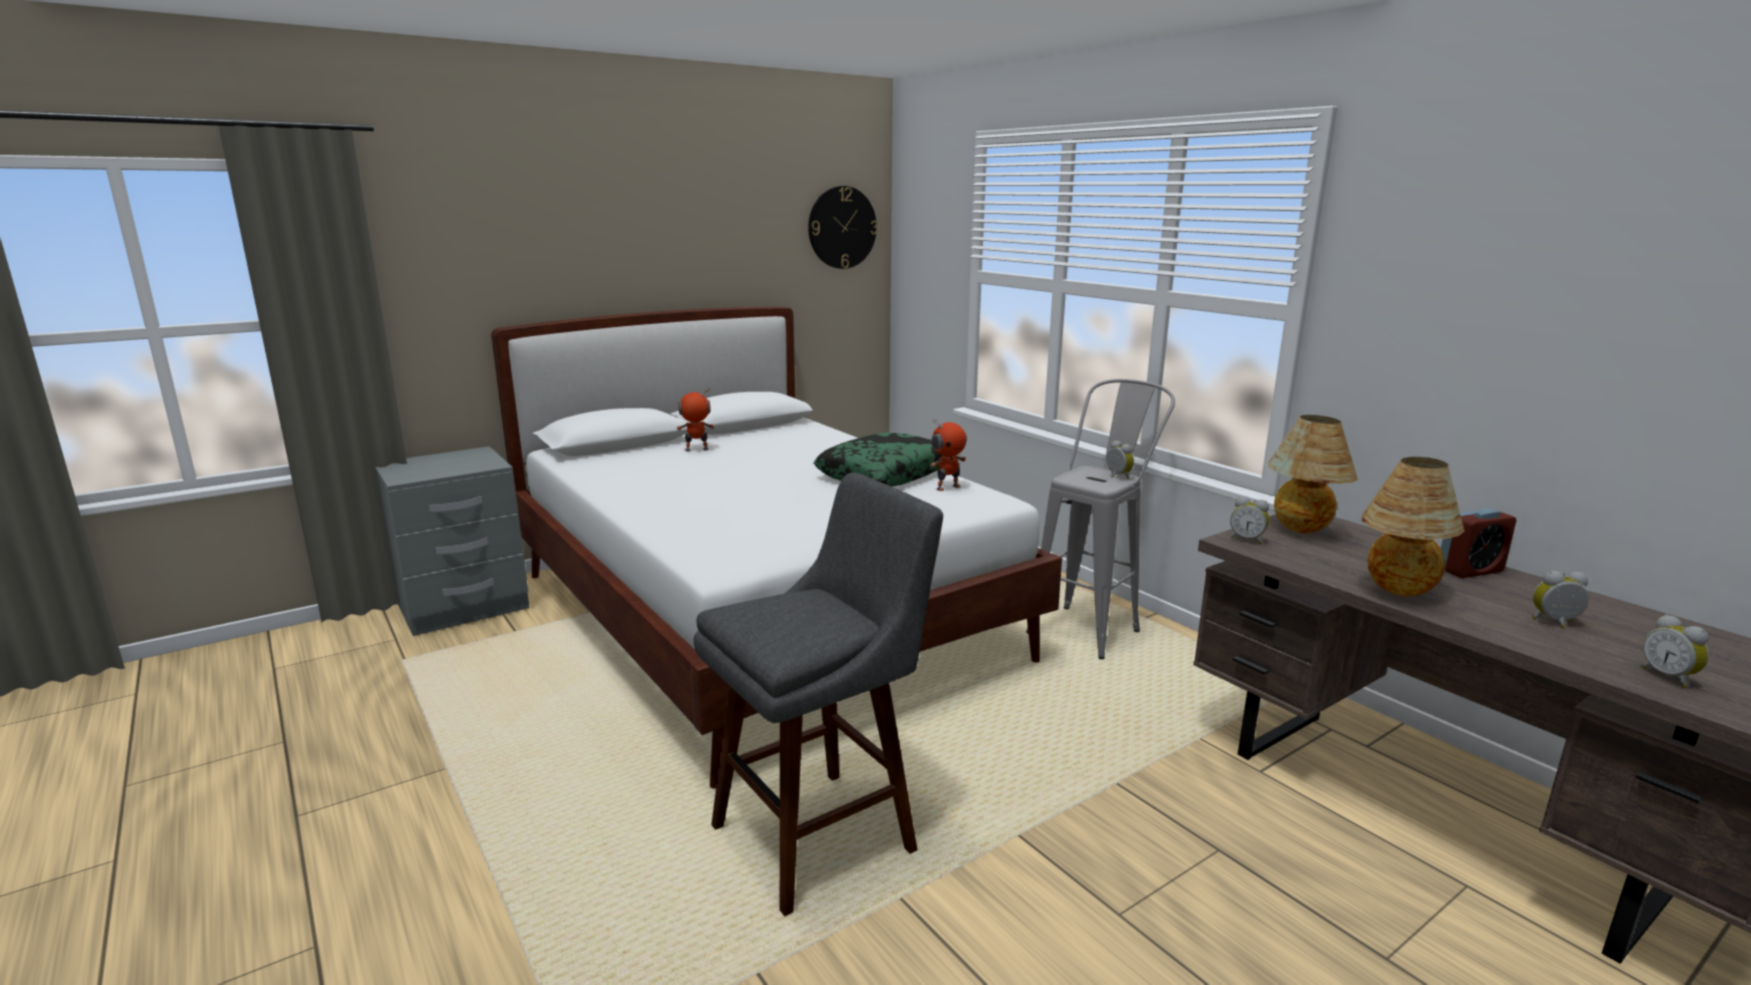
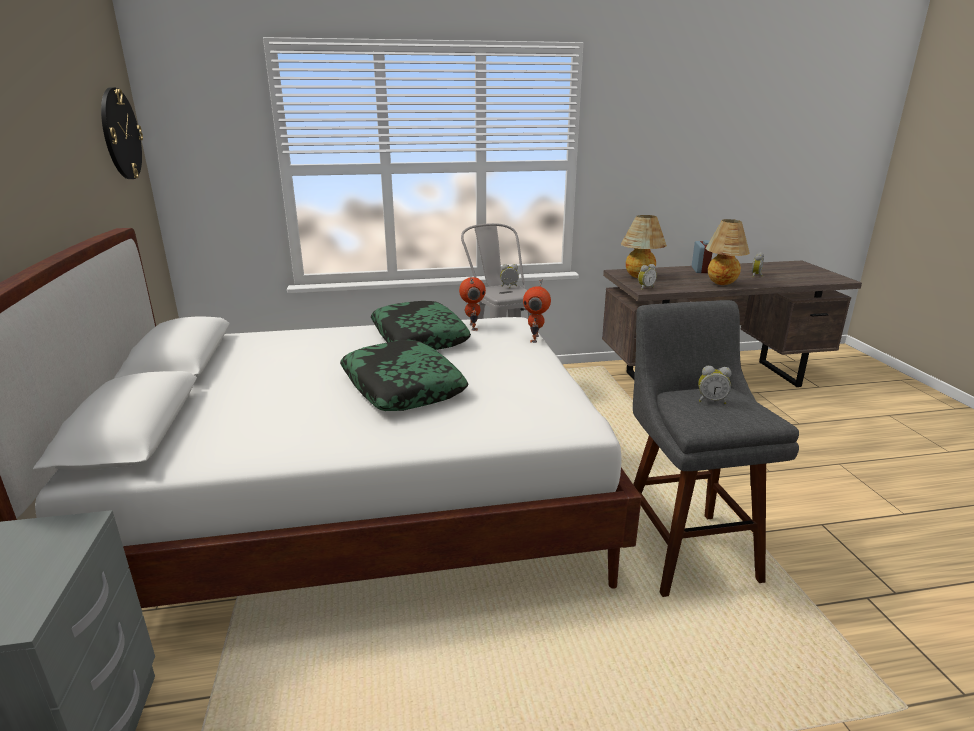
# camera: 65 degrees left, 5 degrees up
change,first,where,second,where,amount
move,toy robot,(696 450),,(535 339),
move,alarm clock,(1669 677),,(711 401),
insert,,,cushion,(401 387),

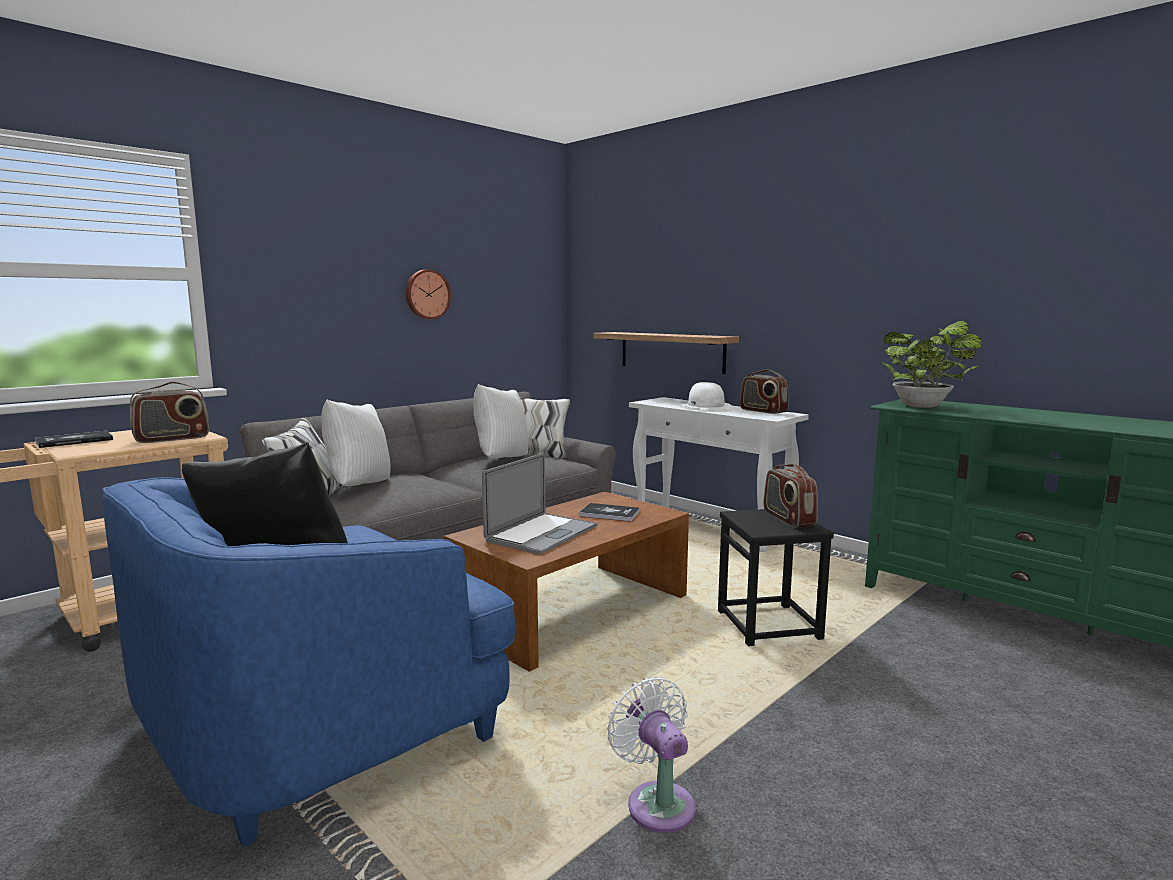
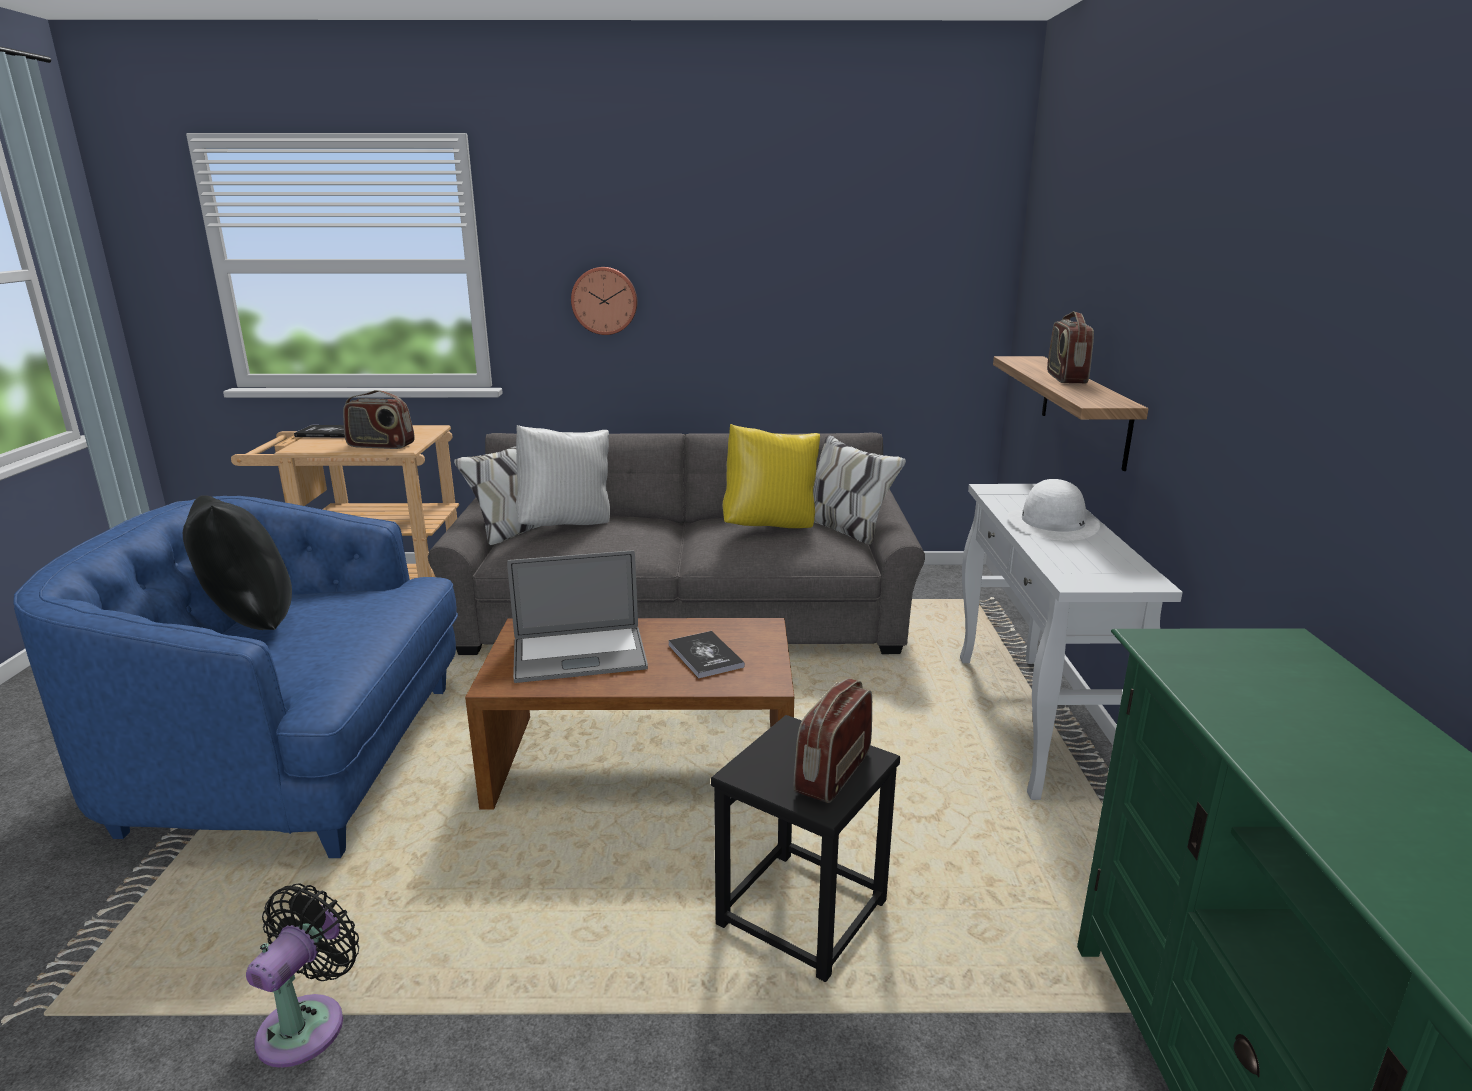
# camera: 45 degrees right, 10 degrees up
change,first,where,second,where,amount
move,clock on the wall,(427 294),,(604 300),
recolor,white-coloured cushion,(501 458),yellow cushion,(770 526),
recolor,white-coloured electric fan,(657 802),black-coloured electric fan,(308 1023),
move,radio set,(762 411),,(1065 378),
delete,plant in a pot,(924 406),,,

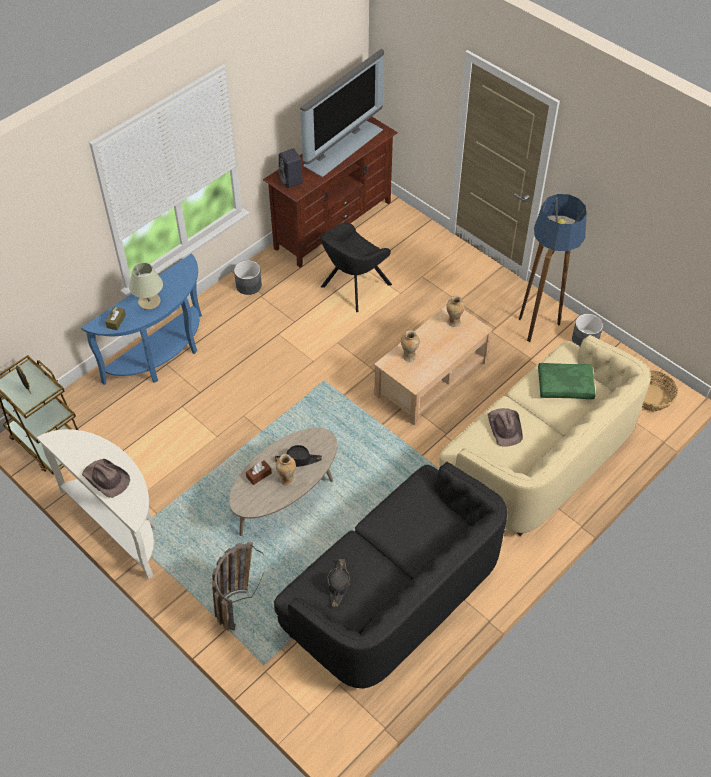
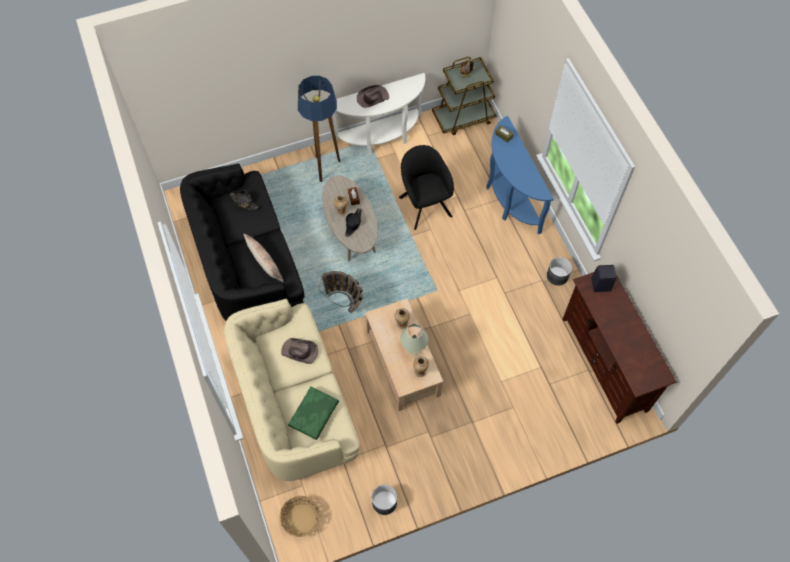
# camera: 115 degrees right, 10 degrees up
change,first,where,second,where,amount
move,sand-coloured lamp for a table,(149 302),,(413 347),
move,basket,(236 600),,(347 304),
delete,TV,(341 146),,,
move,black-coloured easy chair,(353 287),,(424 204),
move,standing lamp,(540 327),,(325 169),
insert,,,cushion,(264 263),

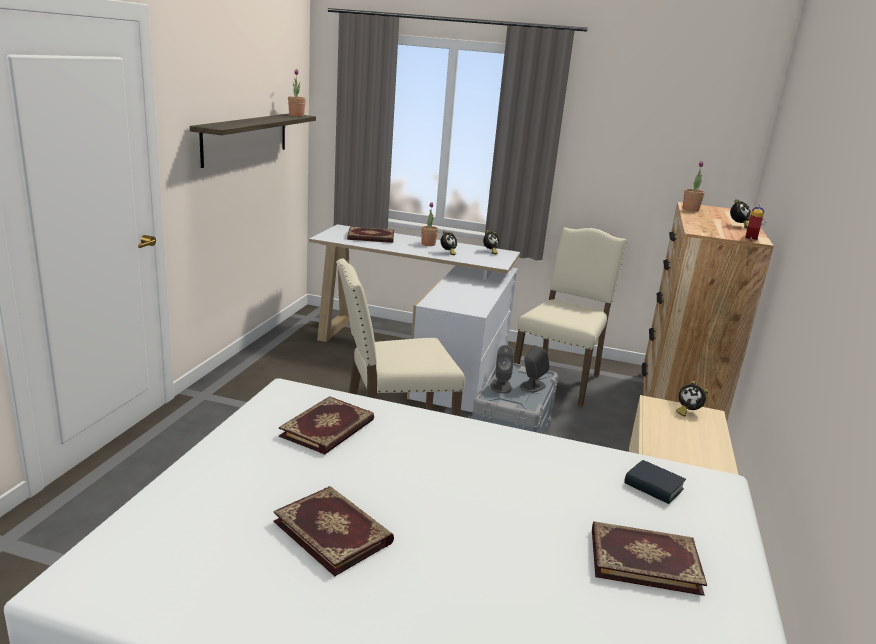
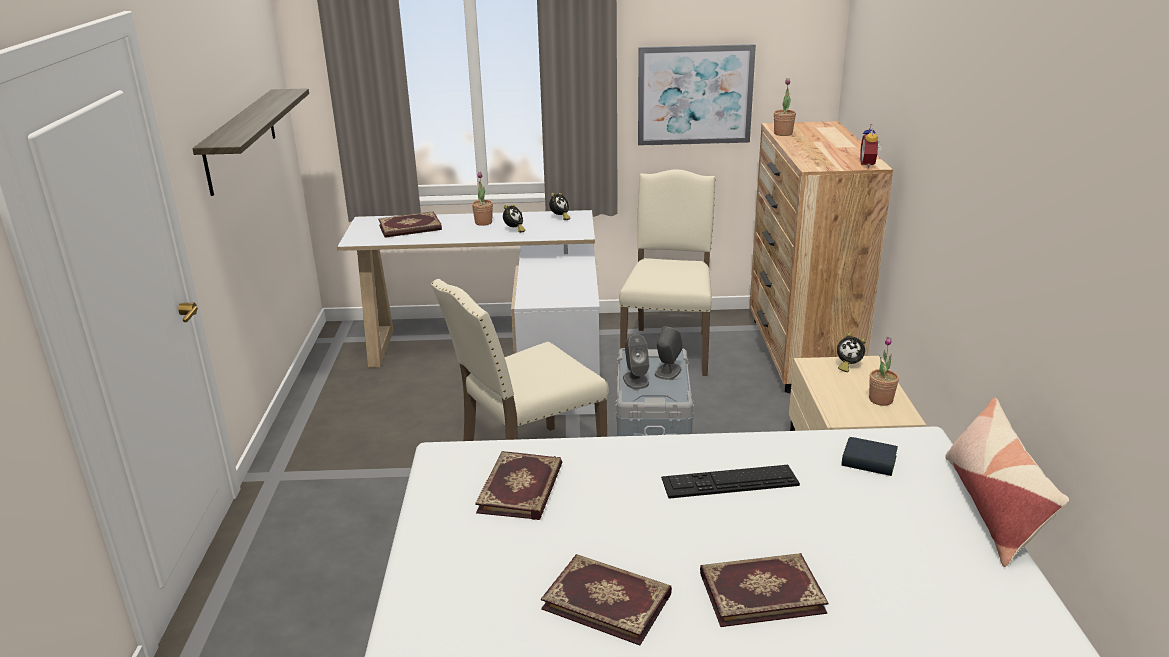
# camera: 15 degrees left, 5 degrees up
change,first,where,second,where,amount
move,plant in a pot,(296 115),,(880 400),
move,book,(644 559),,(761 591),
delete,alarm clock,(738 226),,,
insert,,,wall picture,(695 95),
insert,,,computer keyboard,(729 481),
insert,,,cushion,(993 507),

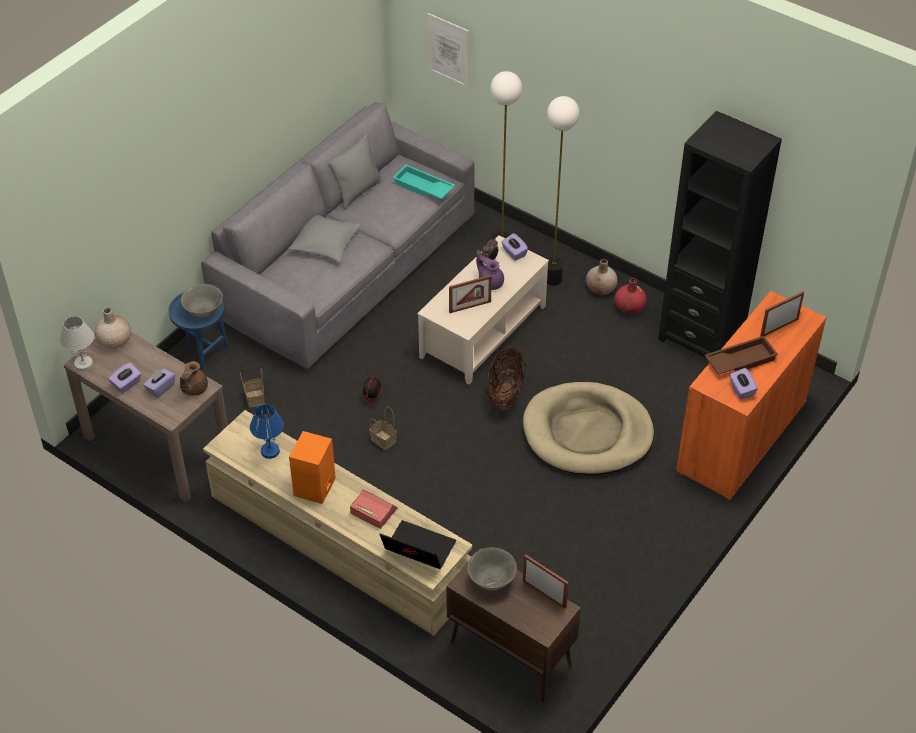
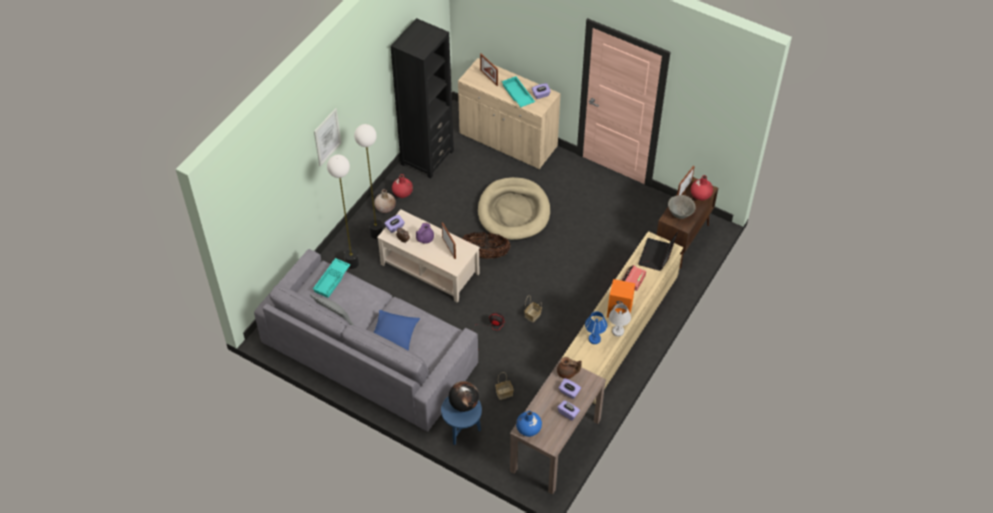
# camera: 95 degrees left, 5 degrees up
change,first,where,second,where,amount
move,white-coloured lamp for a table,(83 364),,(618 331),
recolor,sand-coloured decorative vase,(114 341),blue-coloured decorative vase,(528 429),
replace,gray bowl,(204 311),globe,(463 404),
recolor,gray cushion,(325 243),blue-coloured cushion,(394 334),
move,wall picture,(448 50),,(327 137),
recolor,orangey storage cabinet,(741 437),sand-coloured storage cabinet,(508 140),
recolor,brown-coloured tray,(740 360),blue-green tray,(517 95),
insert,,,red-coloured decorative vase,(700 195),

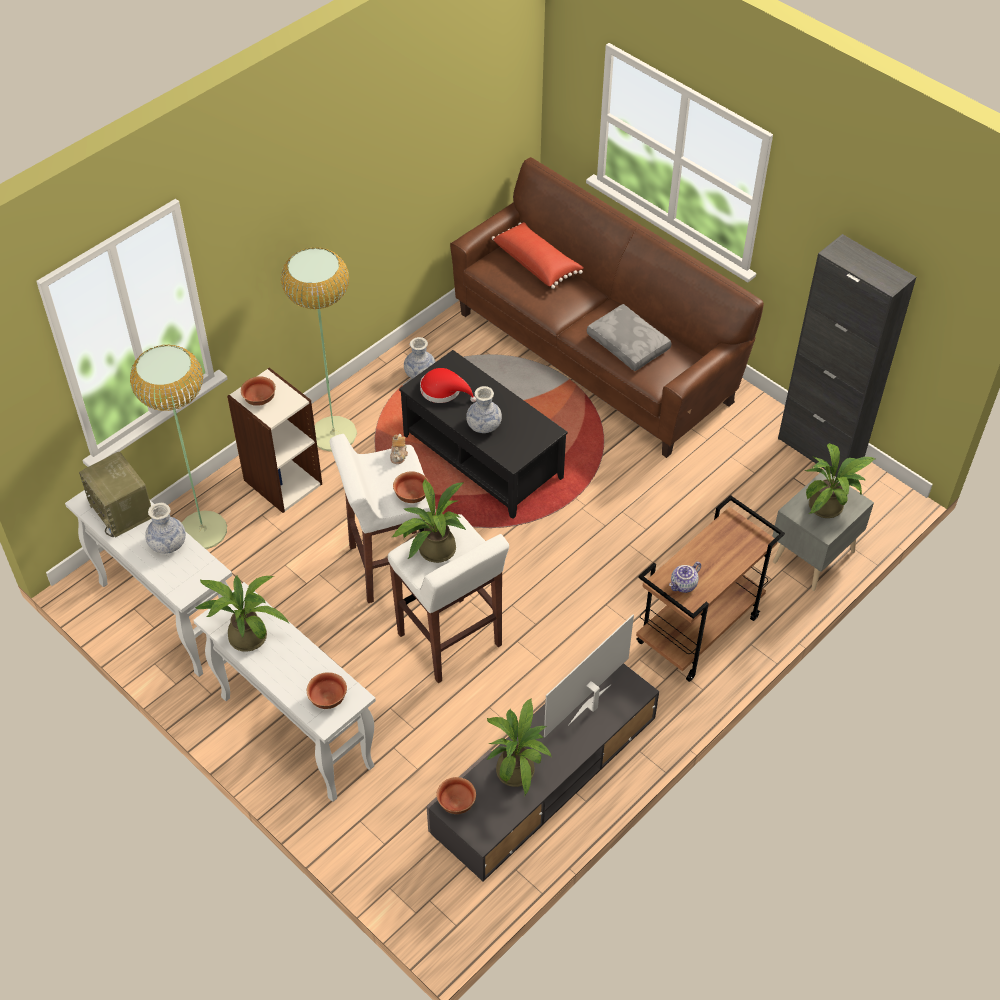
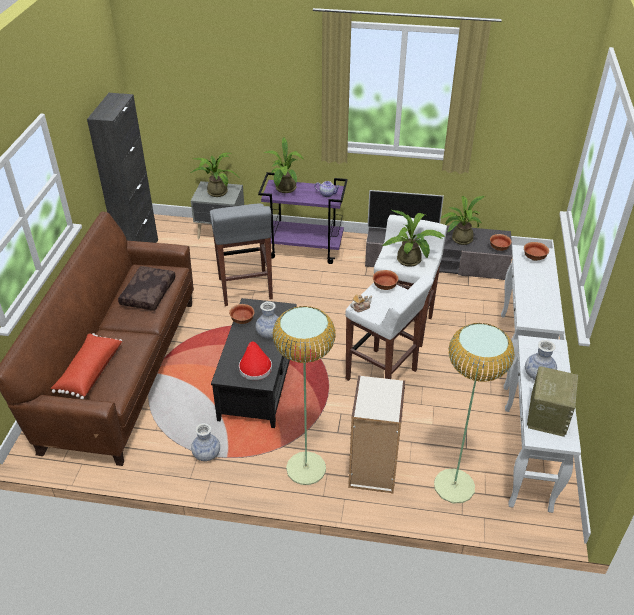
# camera: 125 degrees left, 10 degrees down
change,first,where,second,where,amount
move,plant in a pot,(245 634),,(285 190),
move,bowl,(260 400),,(242 320),
recolor,gray cushion,(629 344),brown-coloured cushion,(147 293),
recolor,brown-coloured trolley,(698 631),purplish trolley,(305 249),
insert,,,gray stool,(245 289),

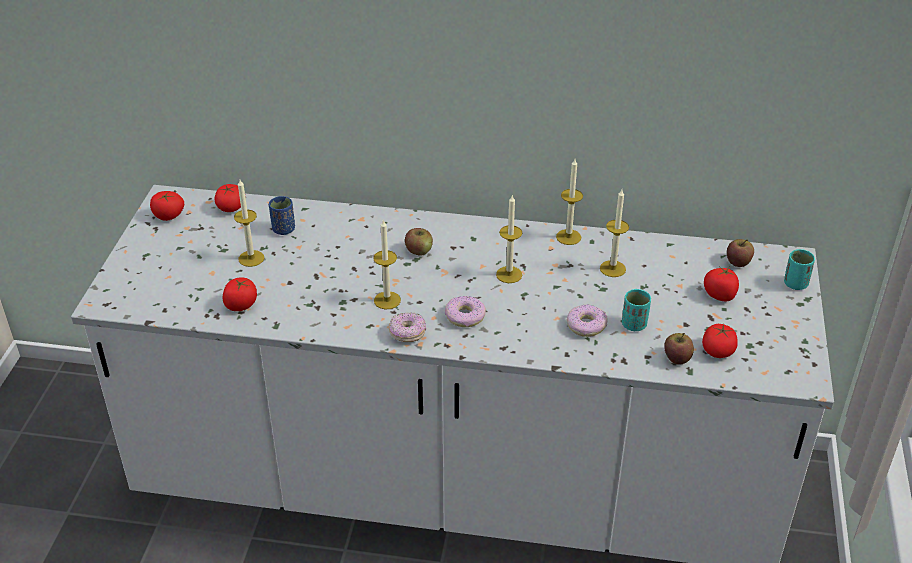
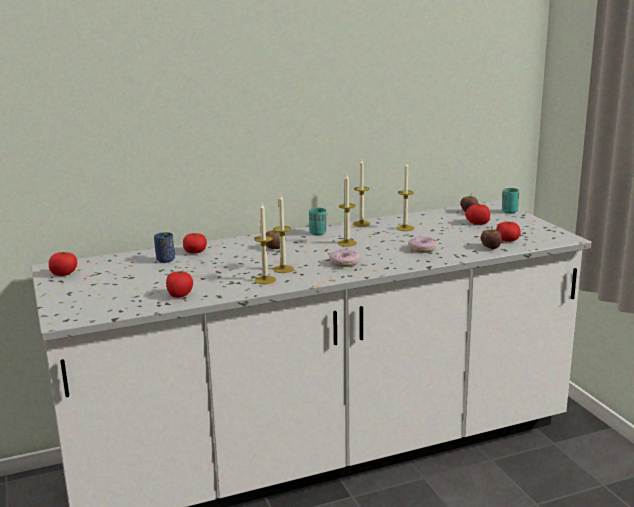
# camera: 30 degrees left, 20 degrees down
change,first,where,second,where,amount
move,whole tomato,(231 207),,(195 251),
move,candle,(251 258),,(265 280),
delete,donut,(407 334),,,
move,blue-green drinking cup,(634 325),,(318 233),

